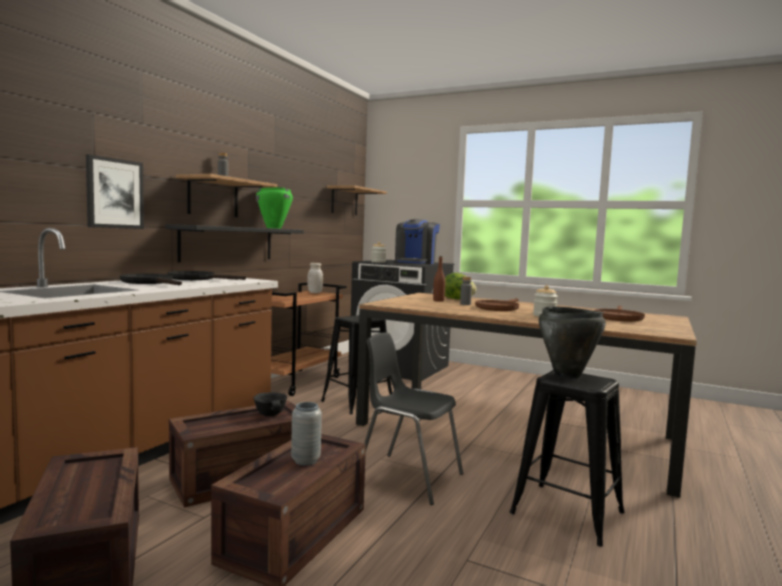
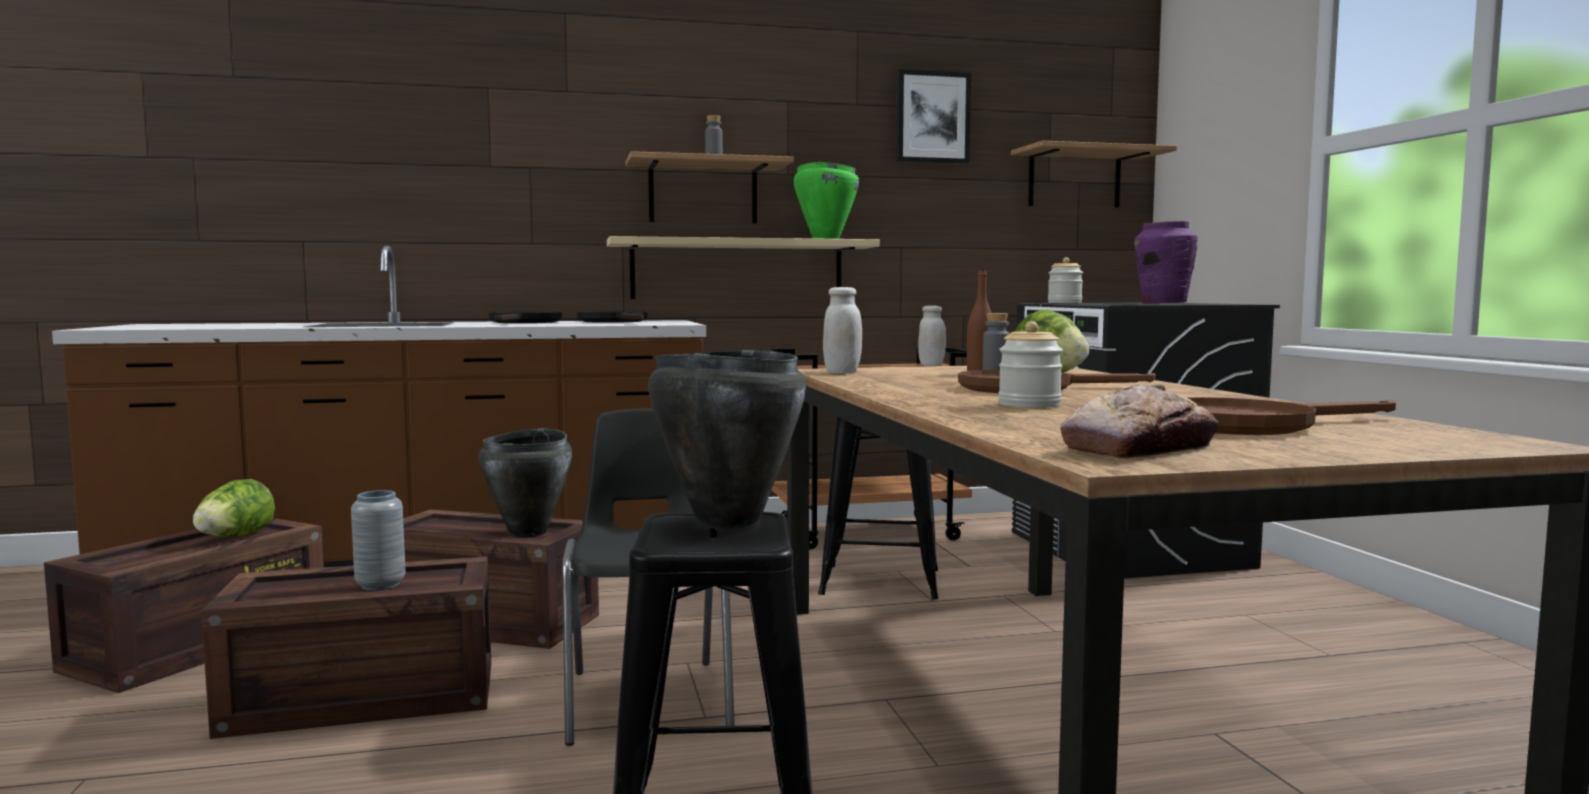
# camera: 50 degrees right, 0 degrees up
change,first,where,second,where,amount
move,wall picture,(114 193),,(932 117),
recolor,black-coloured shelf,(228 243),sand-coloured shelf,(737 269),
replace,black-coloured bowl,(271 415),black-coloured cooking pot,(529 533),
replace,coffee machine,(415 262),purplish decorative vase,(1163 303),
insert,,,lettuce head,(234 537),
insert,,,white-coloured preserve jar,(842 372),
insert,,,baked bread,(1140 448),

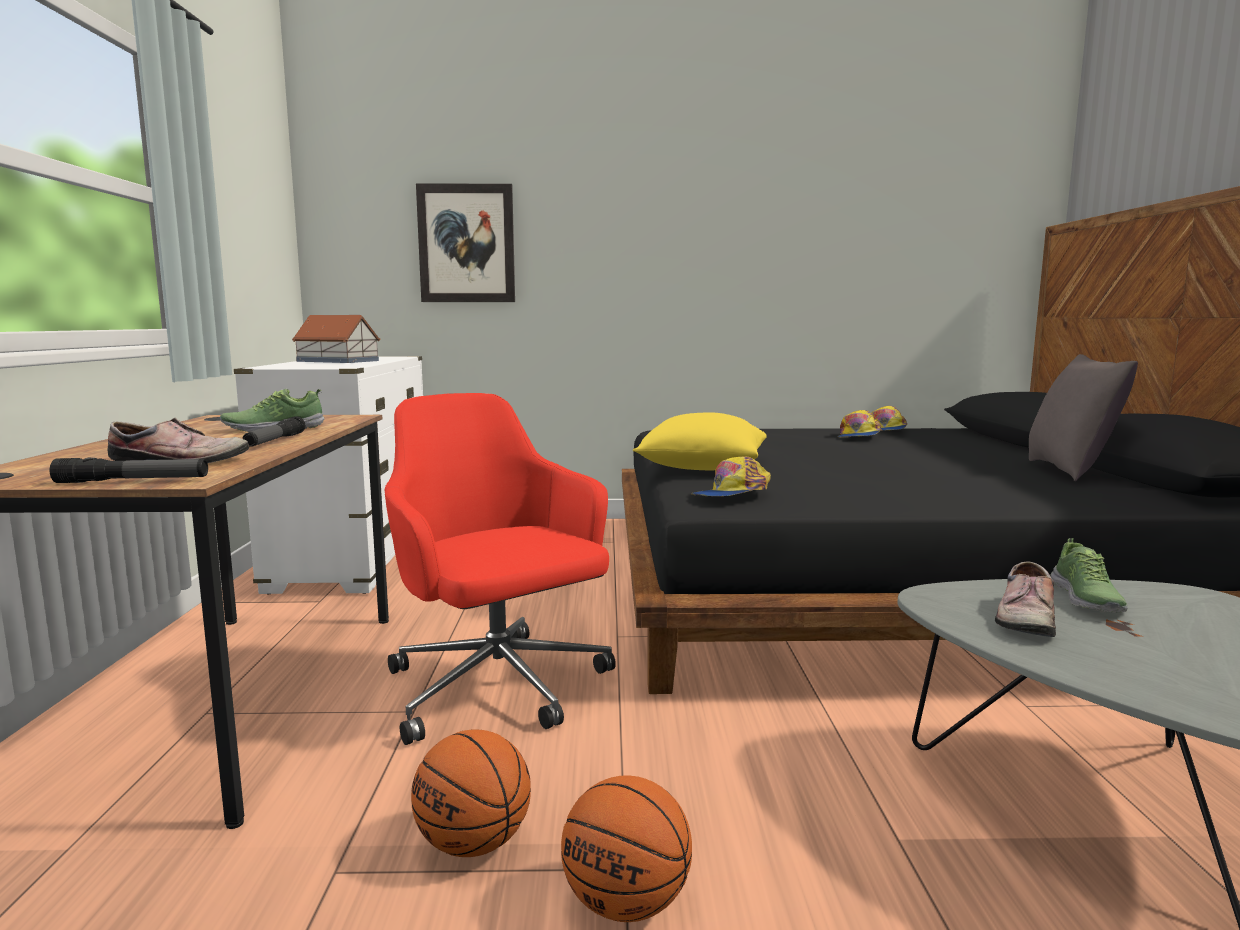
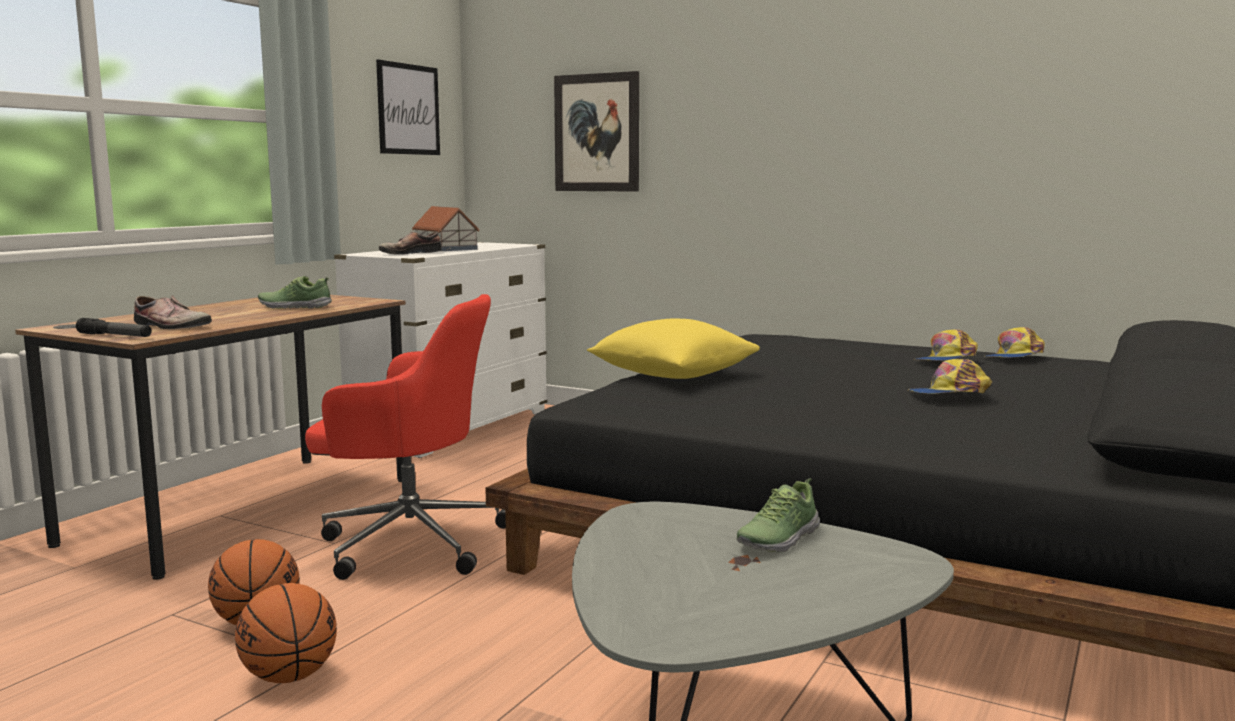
# camera: 30 degrees right, 0 degrees up
change,first,where,second,where,amount
delete,hand torch,(275 441),,,
rotate,red-coloured desk chair,(499 688),,(409 542),105 degrees clockwise
move,baseball cap,(732 495),,(949 395),
move,shoe,(1023 618),,(409 253),
delete,gray cushion,(1071 471),,,
insert,,,wall picture,(408 109),

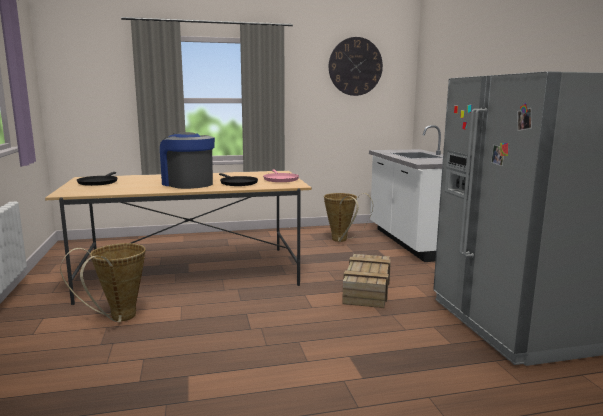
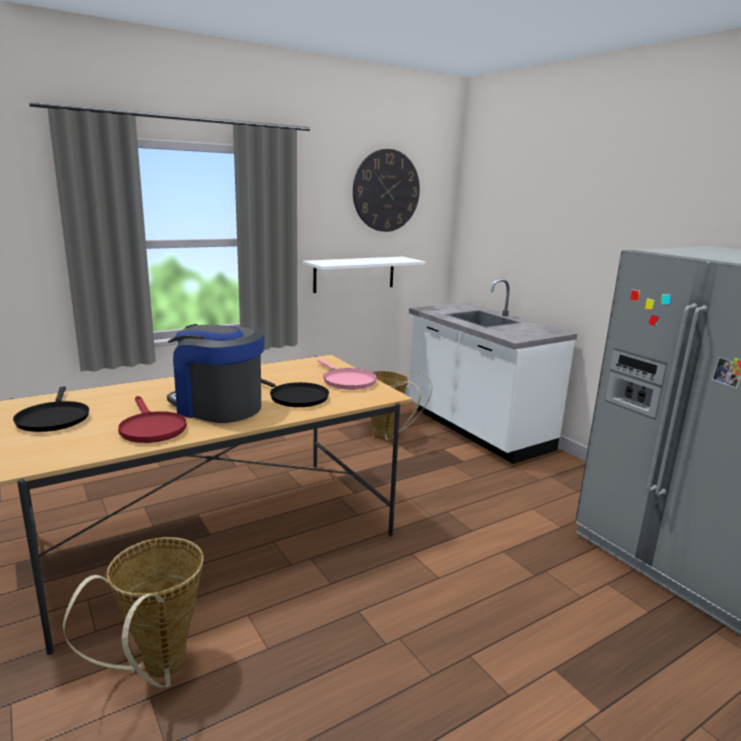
# camera: 20 degrees left, 5 degrees up
change,first,where,second,where,amount
delete,crate,(366 288),,,
insert,,,red-coloured pan,(150 427),
insert,,,white-coloured shelf,(354 274),

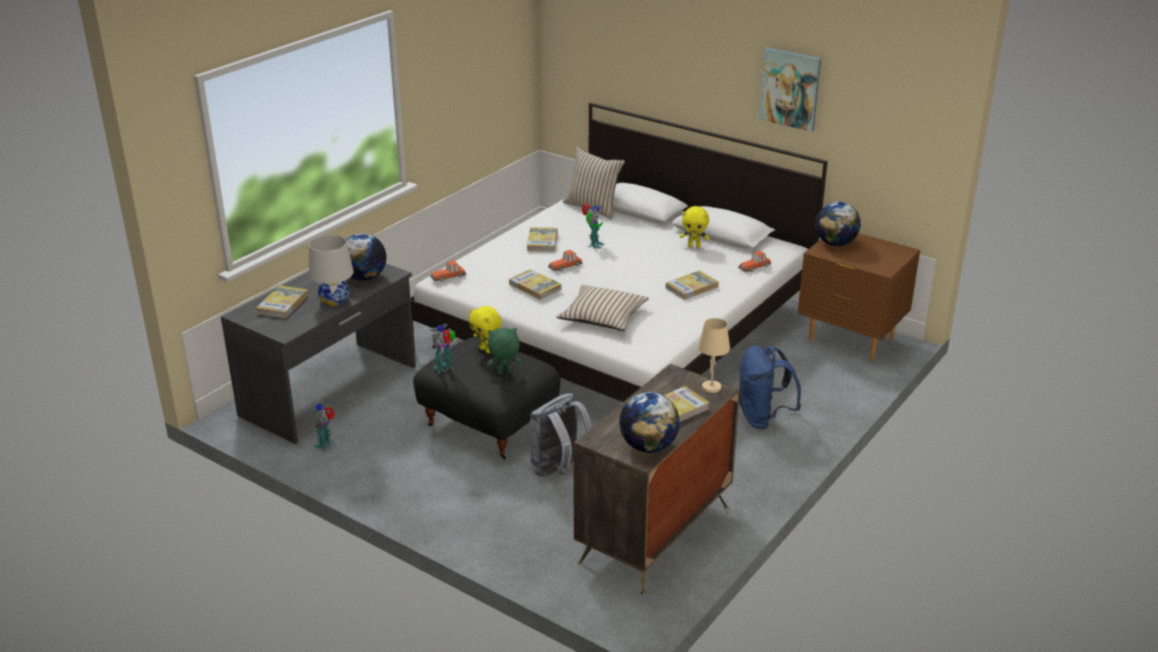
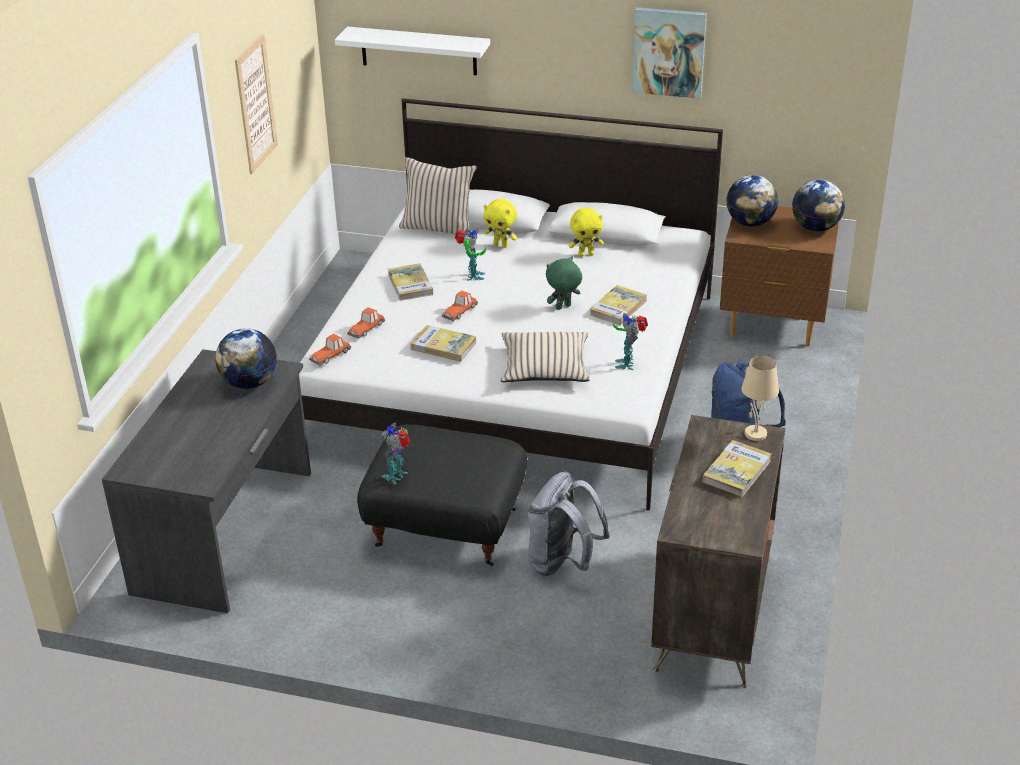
# camera: 20 degrees left, 5 degrees up
change,first,where,second,where,amount
delete,book,(283 304),,,
delete,white-coloured lamp for a table,(334 300),,,
move,toy robot,(326 444),,(627 363),
move,yellow cuddly toy,(486 350),,(501 245),
move,green cuddly toy,(504 373),,(563 307),
move,globe,(648 447),,(815 228),
move,miniature car,(754 266),,(366 328),
insert,,,wall picture,(256 104),
insert,,,white-coloured shelf,(418 51),

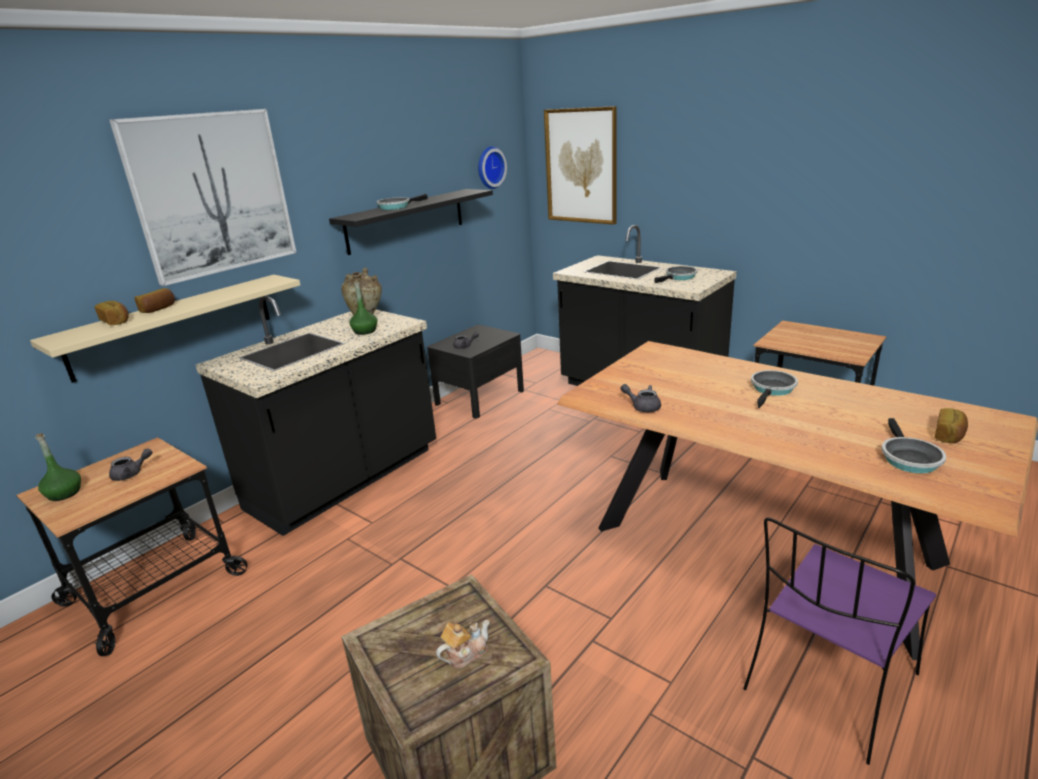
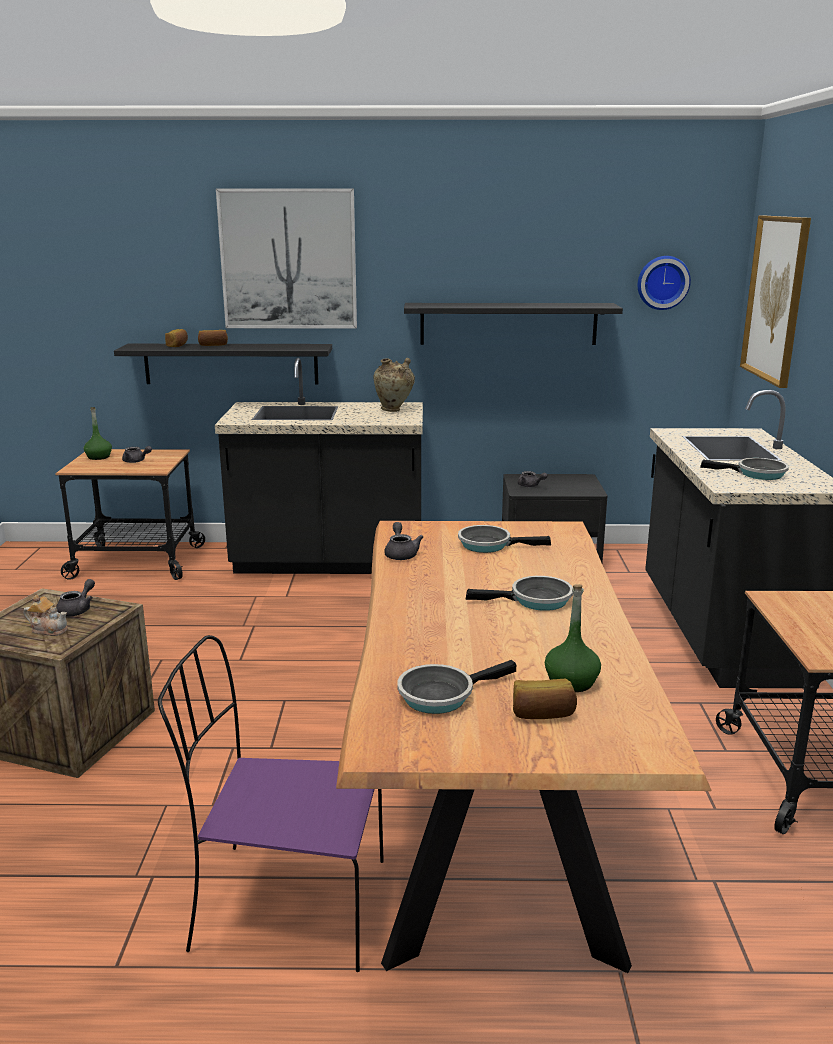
# camera: 50 degrees right, 5 degrees down
change,first,where,second,where,amount
recolor,sand-coloured shelf,(174 325),black-coloured shelf,(231 364),
move,green bottle,(365 331),,(571 682),
move,pan,(396 207),,(489 545),
insert,,,gray teapot,(78 610),

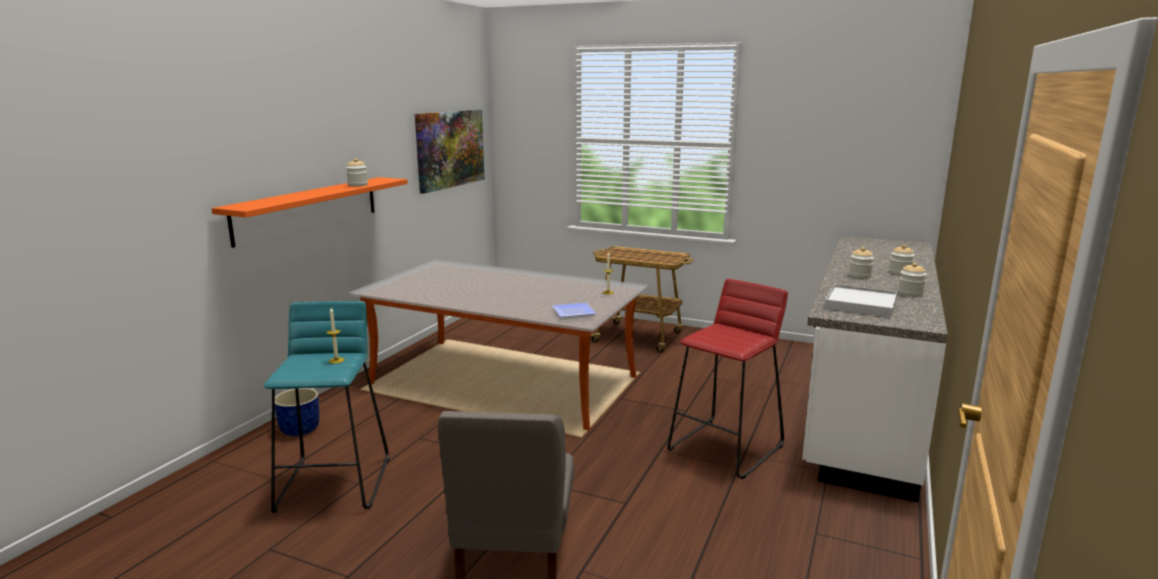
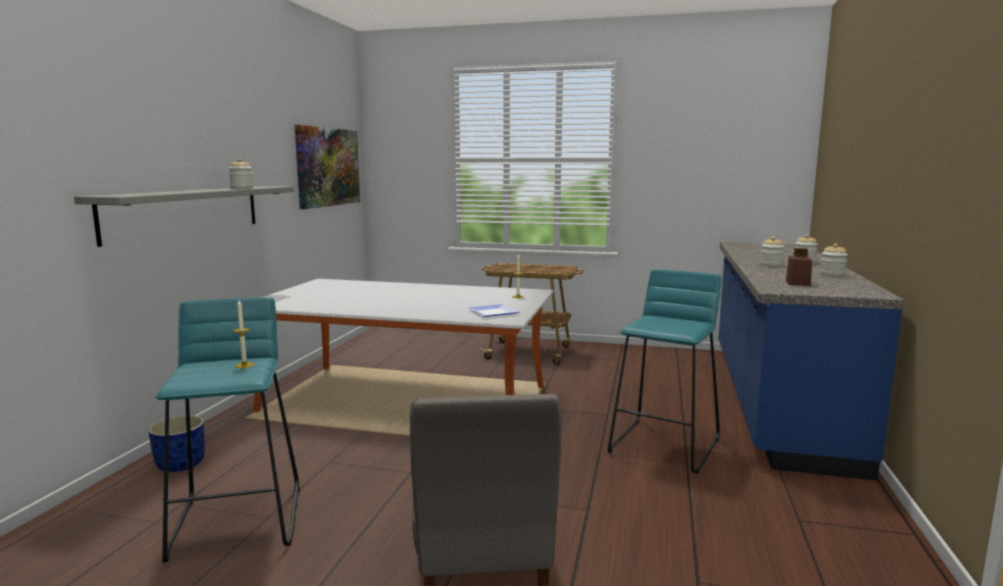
# camera: 10 degrees left, 5 degrees down
change,first,where,second,where,amount
recolor,orangey shelf,(308 209),gray shelf,(186 212),
recolor,red-coloured stool,(726 448),blue-green stool,(665 445),
recolor,white-coloured counter,(864 408),blue-coloured counter,(774 399),
replace,white-coloured tray,(861 304),brown-coloured preserve jar,(797 283),

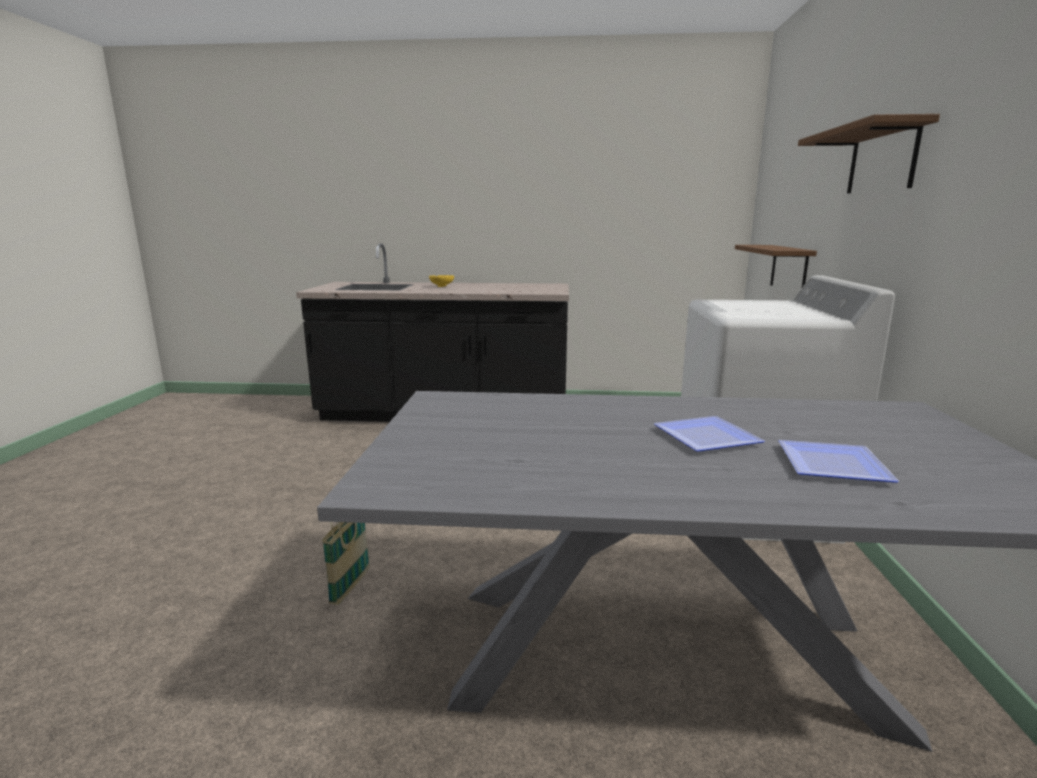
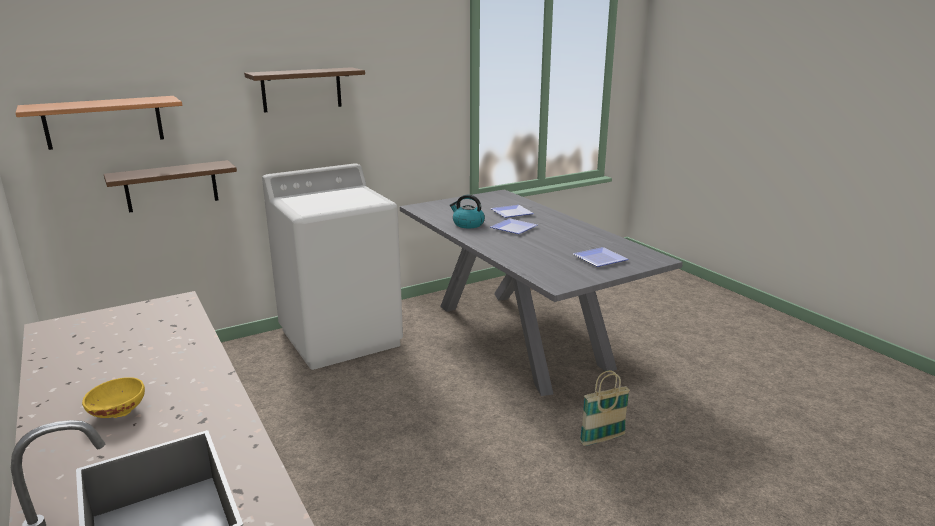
# camera: 125 degrees left, 5 degrees up
change,first,where,second,where,amount
insert,,,shelf,(104 122),
insert,,,water kettle,(467 224),
insert,,,plate,(600 260),

